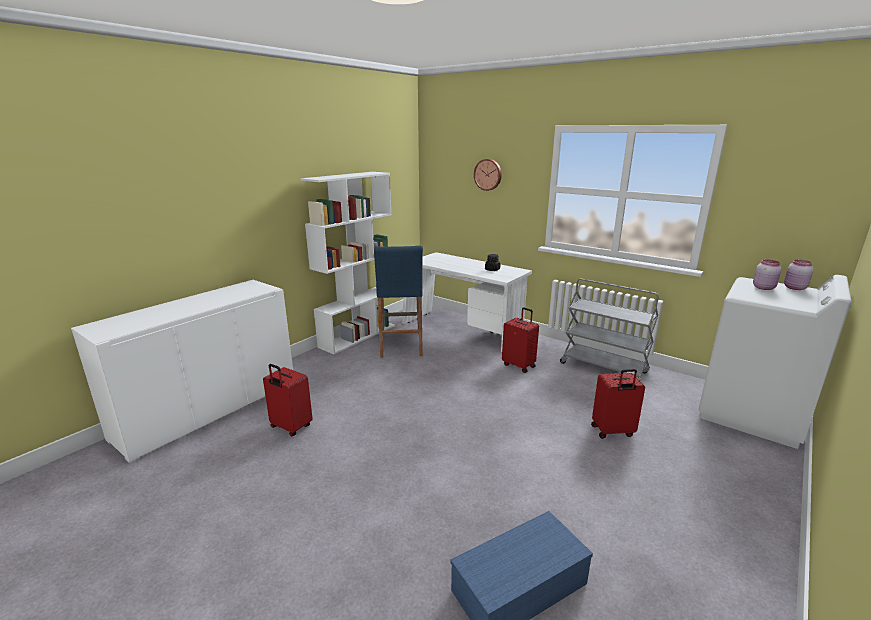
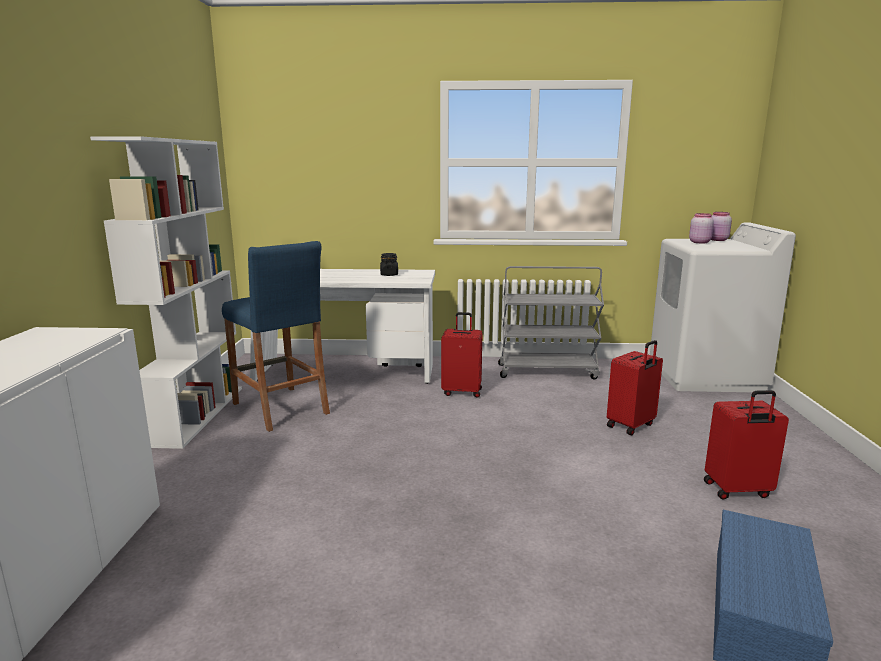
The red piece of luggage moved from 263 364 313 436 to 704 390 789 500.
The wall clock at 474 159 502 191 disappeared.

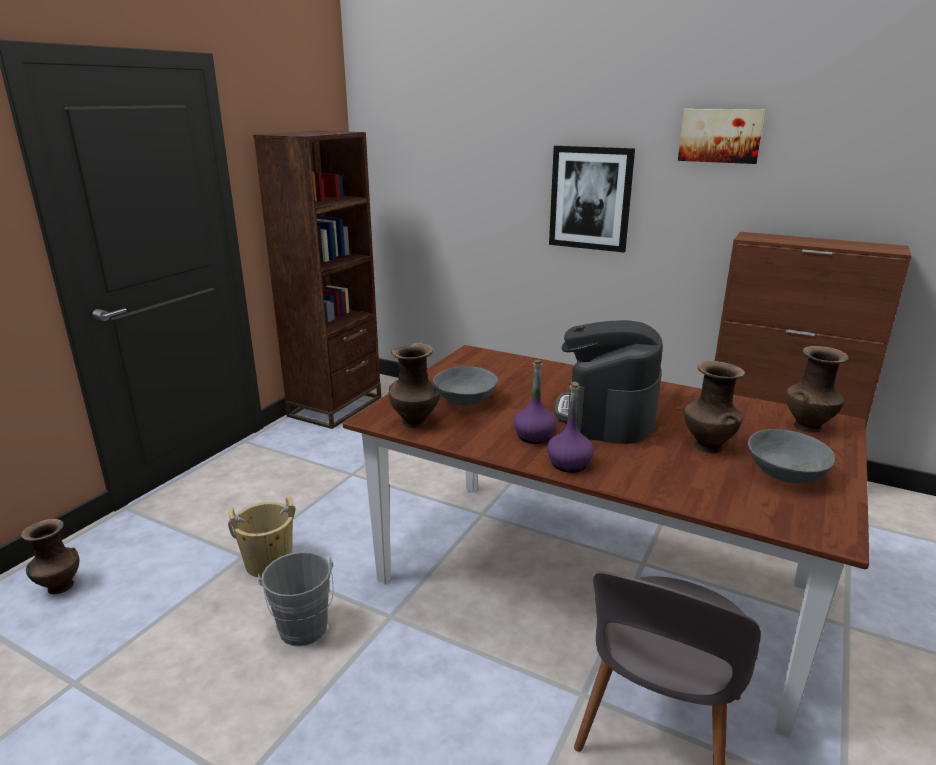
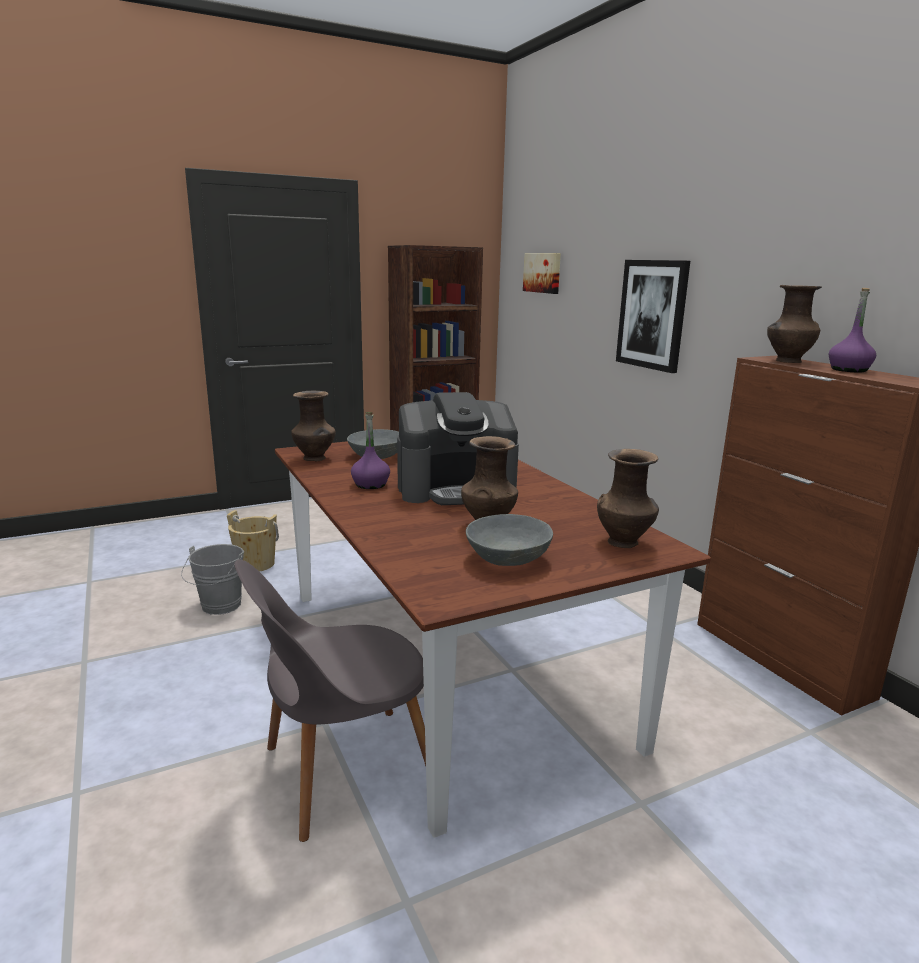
The coffee machine at 555 320 663 444 turned 150 degrees counterclockwise.
The wall art moved from 678 109 765 164 to 523 253 561 294.
The brown-coloured vase moved from 21 519 79 594 to 767 285 822 363.
The purplish bottle moved from 547 382 594 473 to 829 288 876 372.

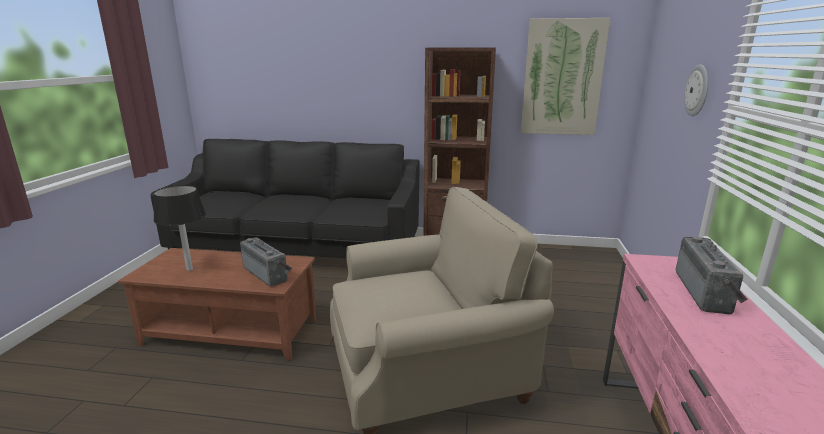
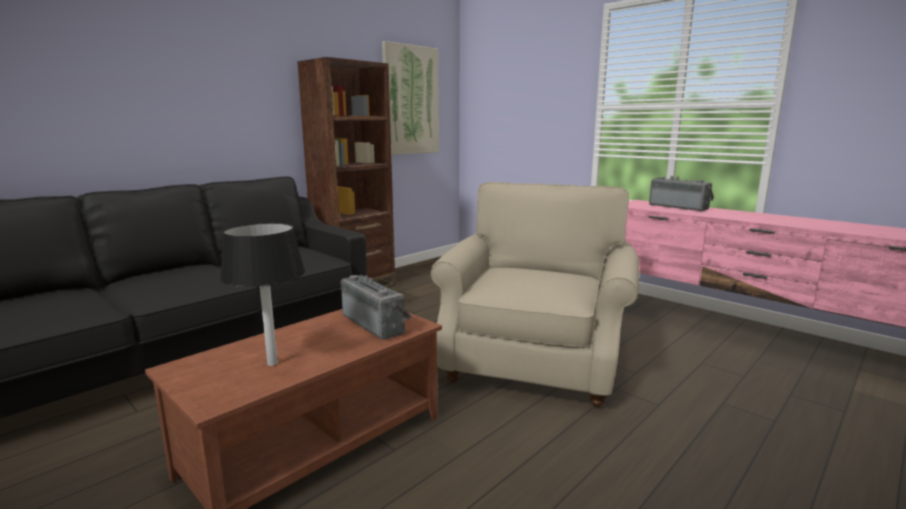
The radio set at 240 237 292 287 turned 60 degrees clockwise.
The wall clock at 684 64 708 116 disappeared.

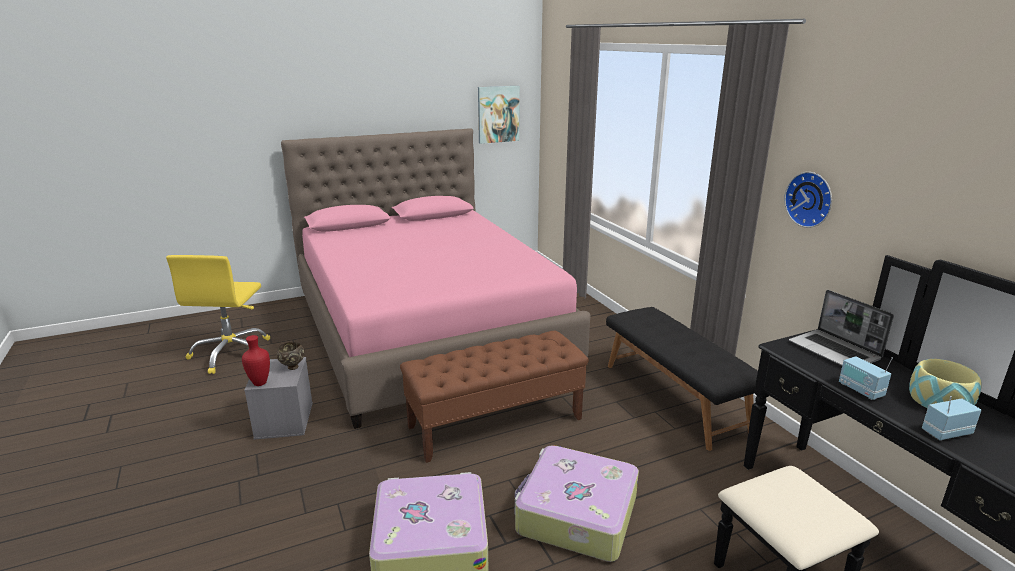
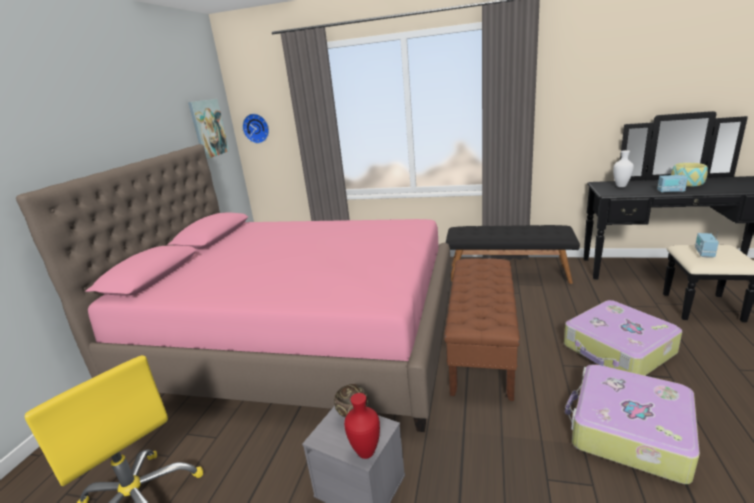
The wall clock moved from 784 172 832 228 to 242 114 269 143.
The laptop at 789 290 894 366 was replaced by the whitish vase at 613 150 634 187.
The radio set moved from 922 396 982 441 to 695 231 719 257.

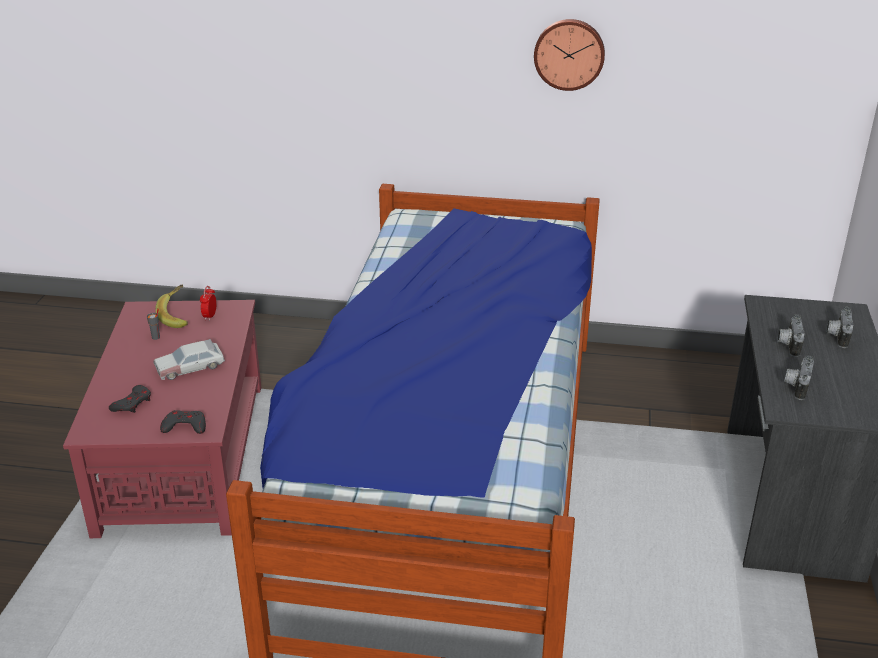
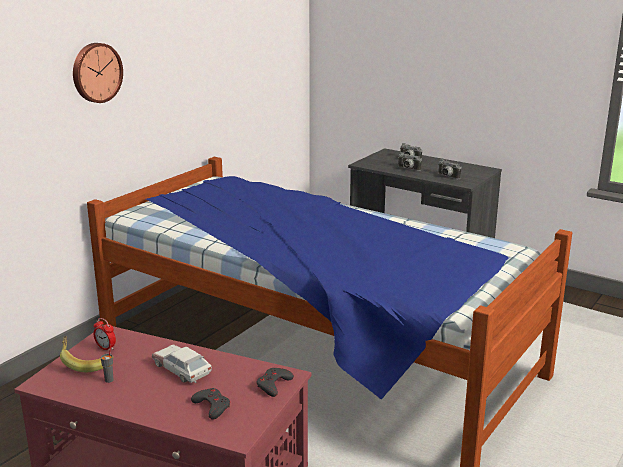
The wall clock moved from 534 19 605 91 to 73 43 123 103.
The toy car at 153 339 225 380 turned 135 degrees clockwise.

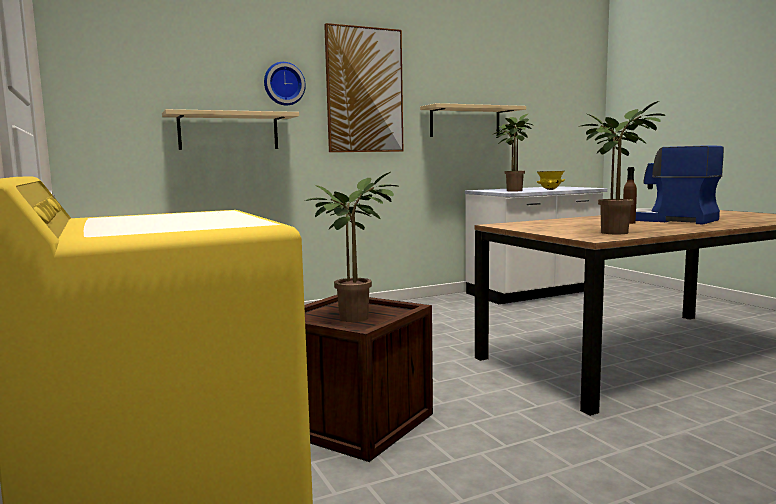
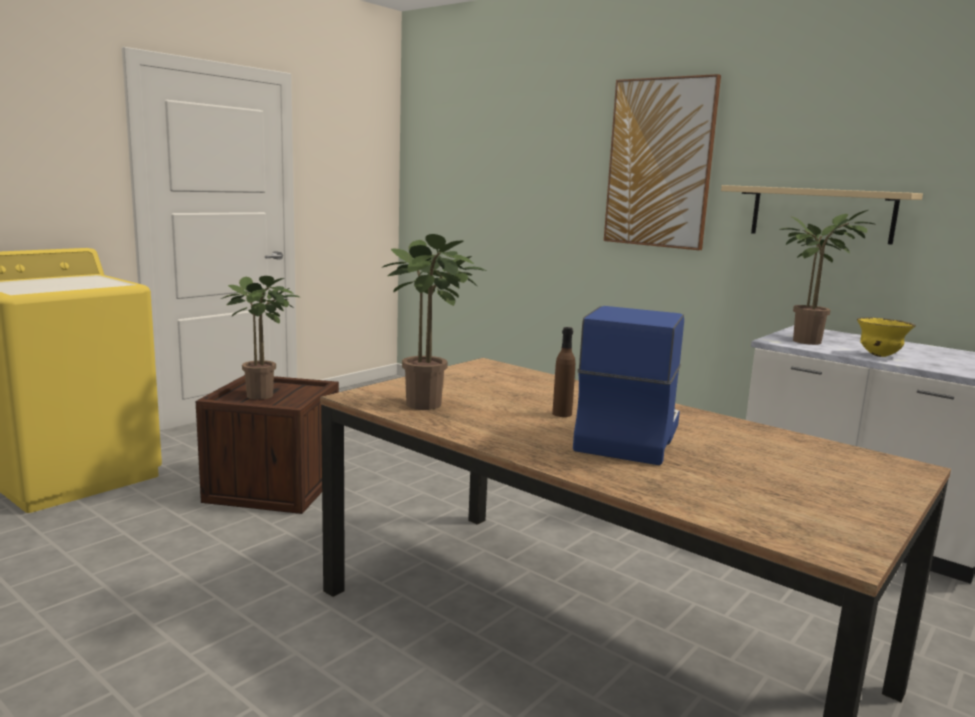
The beige shelf at 162 109 299 150 disappeared.
The wall clock at 264 62 306 105 disappeared.

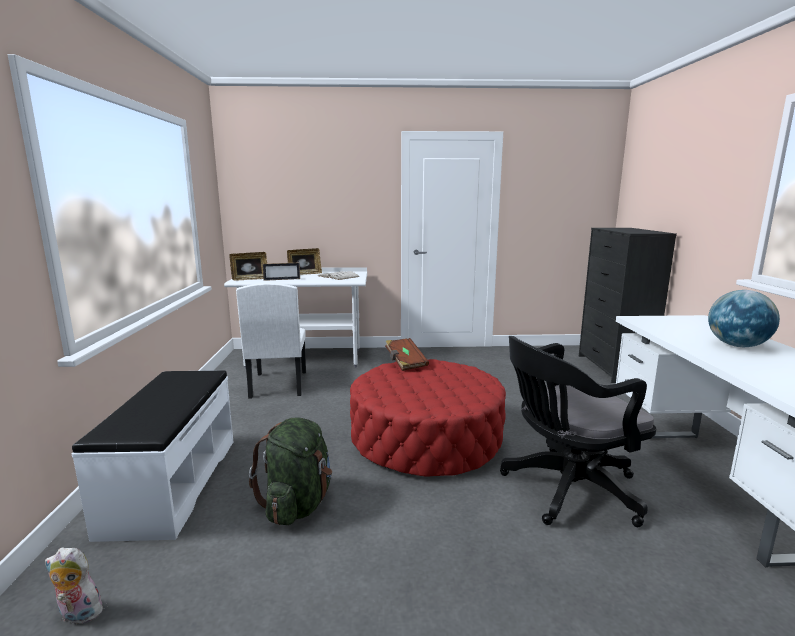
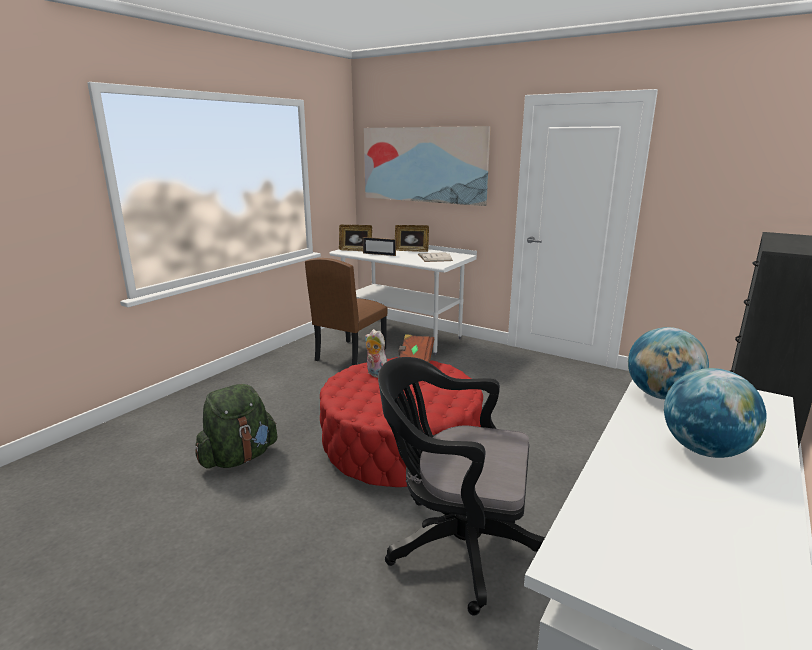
The whitish plain chair at 236 283 306 399 became the brown-coloured plain chair at 305 258 388 365.
The wall art at 364 126 491 206 appeared.
The cuddly toy moved from 45 547 103 624 to 365 329 387 378.
The desk globe at 628 327 709 400 appeared.
The whitish indoor bench at 72 370 233 542 disappeared.

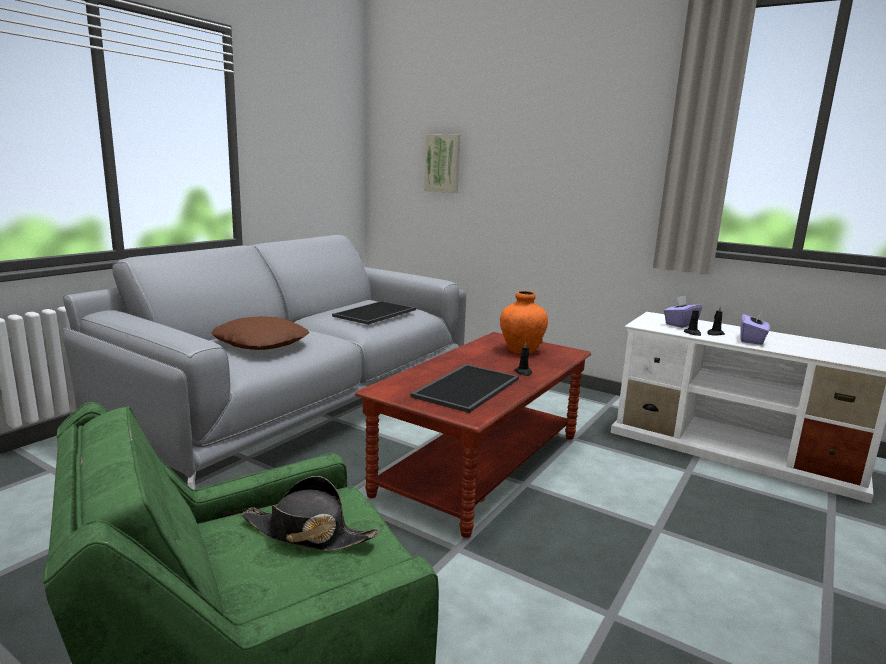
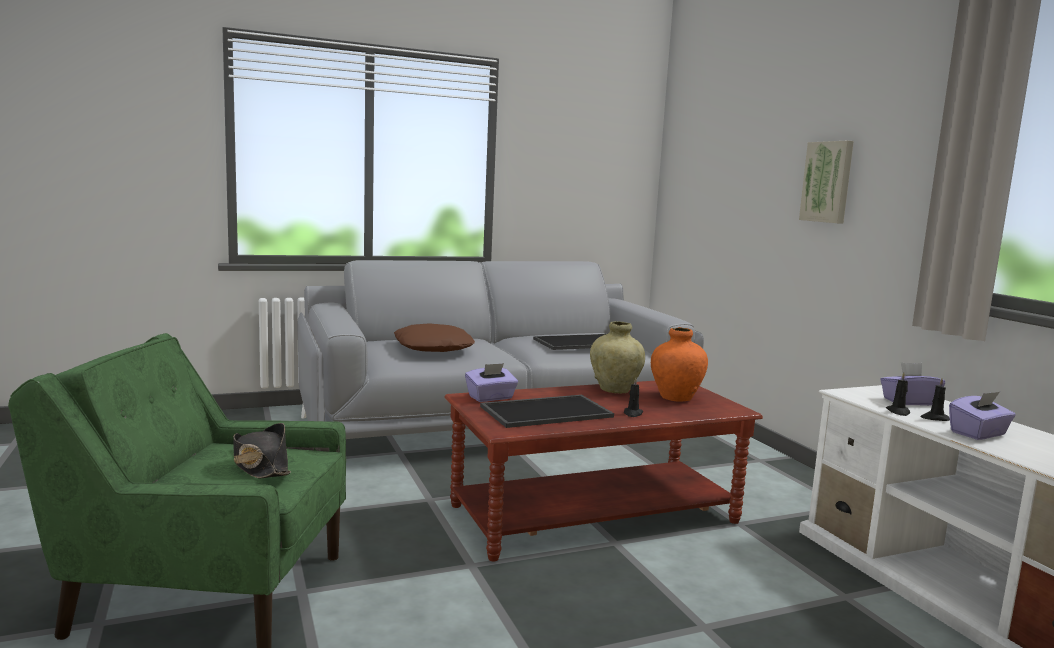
The purplish tissue box at 465 363 518 402 appeared.
The beige vase at 590 321 645 394 appeared.
The wall art moved from 424 134 460 193 to 799 141 854 224.

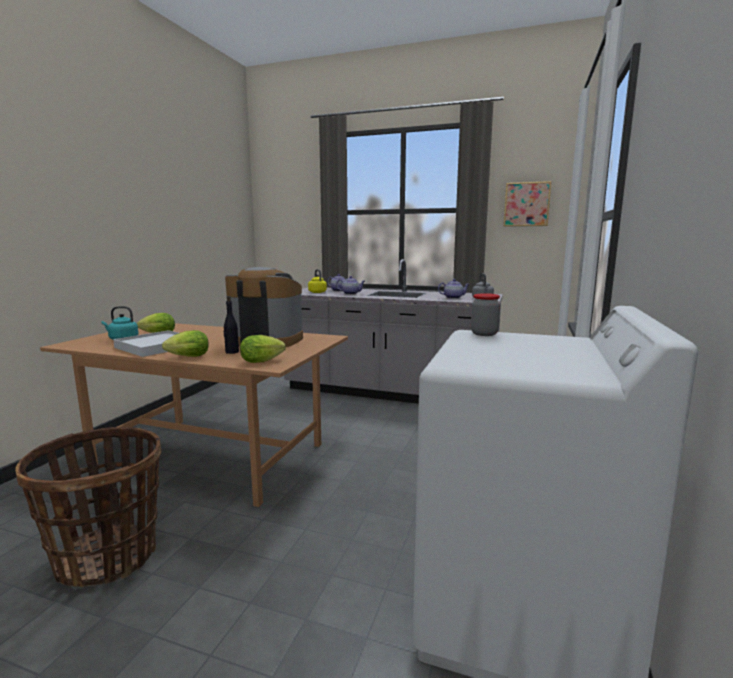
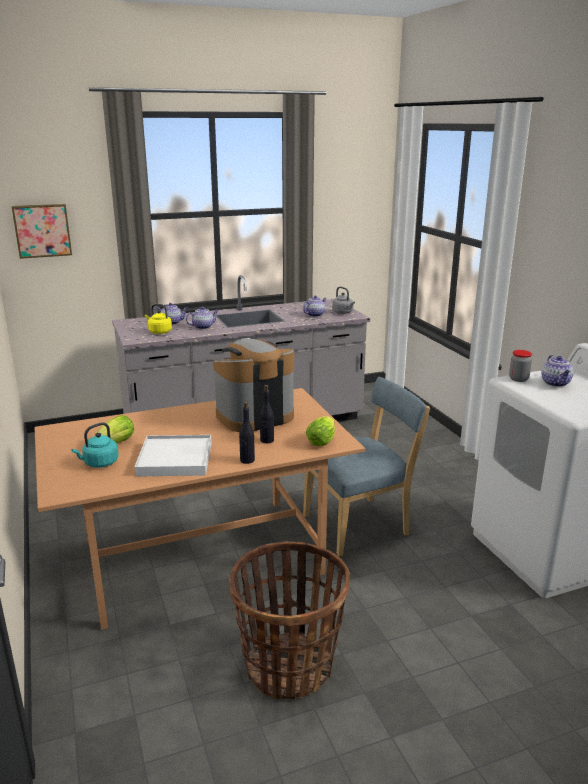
The wall art moved from 504 181 551 226 to 12 204 72 259.
The head of lettuce at 162 330 209 357 was replaced by the blackish bottle at 239 402 255 464.
The bluish plain chair at 303 377 430 556 appeared.
The teapot at 541 355 574 387 appeared.

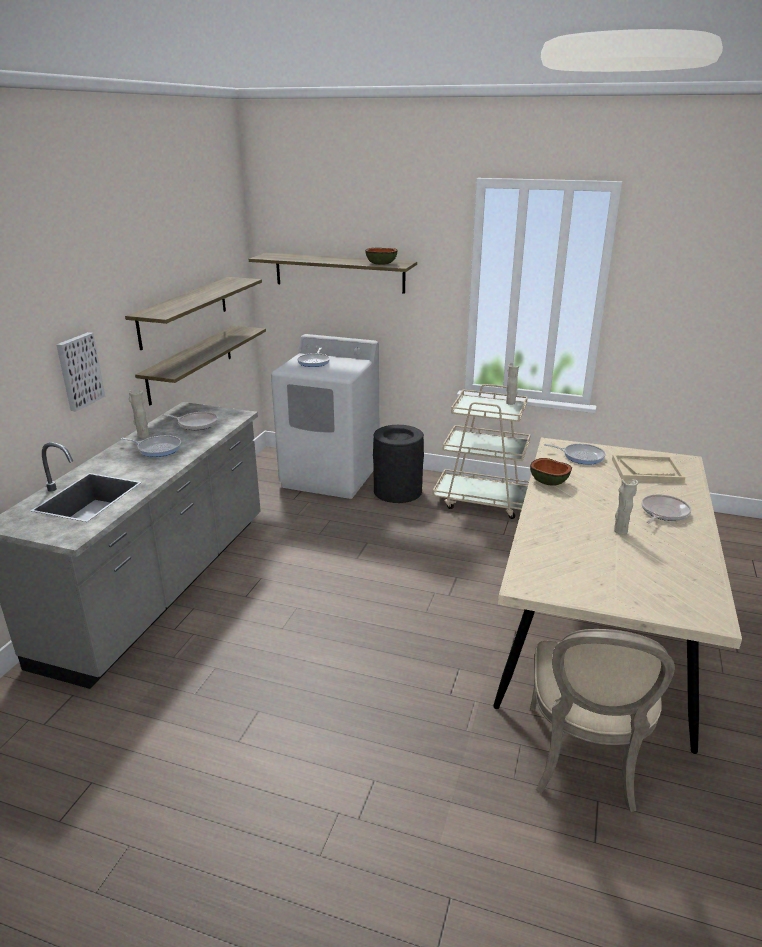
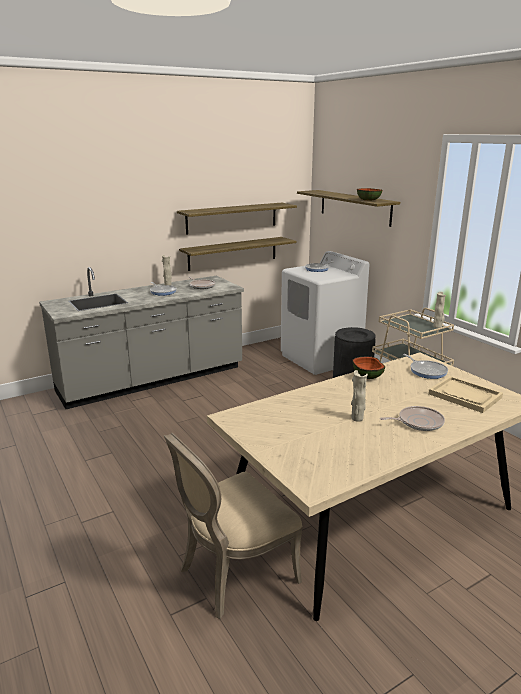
The wall art at 56 332 105 412 disappeared.

